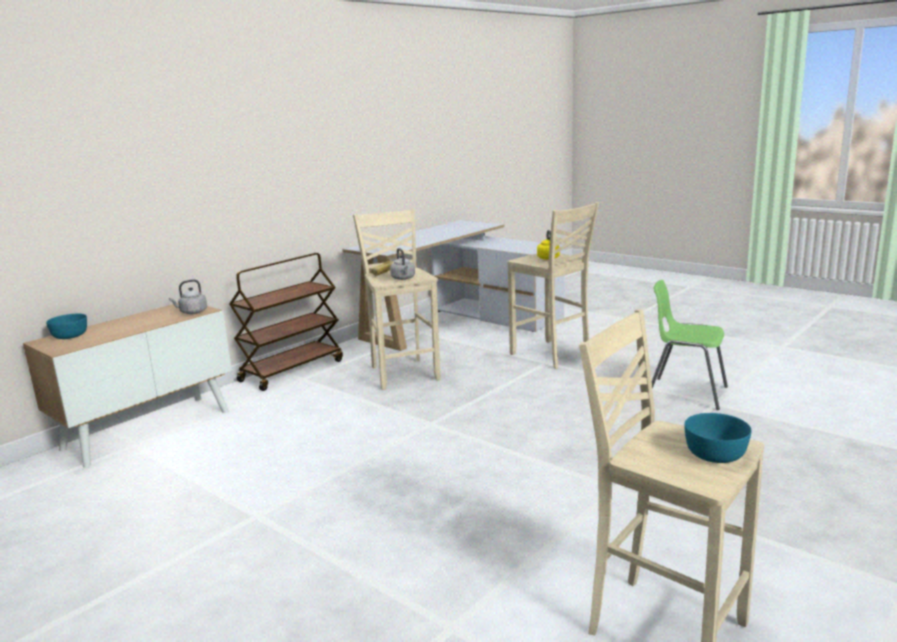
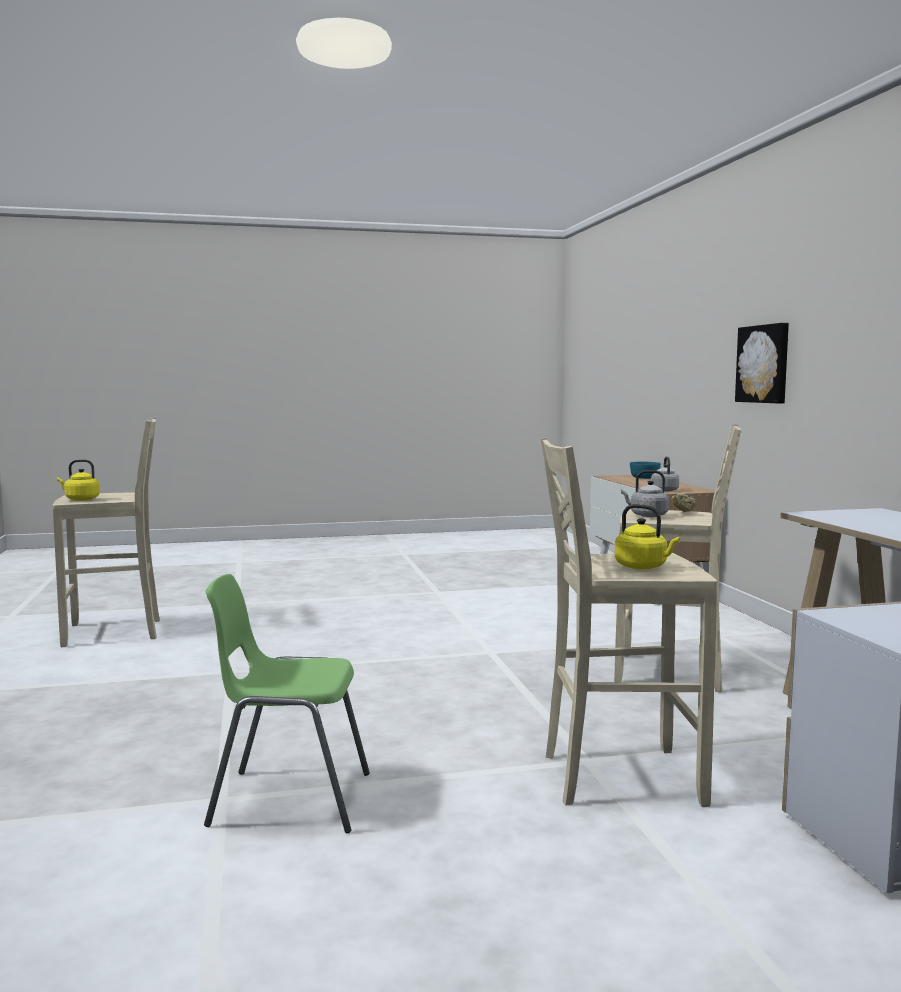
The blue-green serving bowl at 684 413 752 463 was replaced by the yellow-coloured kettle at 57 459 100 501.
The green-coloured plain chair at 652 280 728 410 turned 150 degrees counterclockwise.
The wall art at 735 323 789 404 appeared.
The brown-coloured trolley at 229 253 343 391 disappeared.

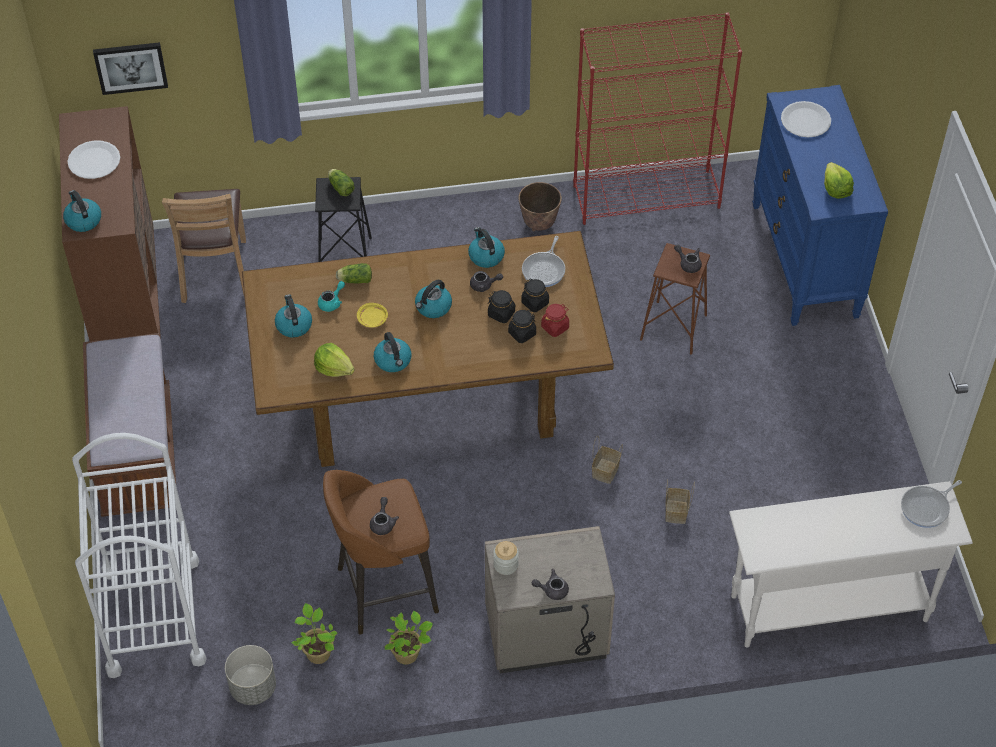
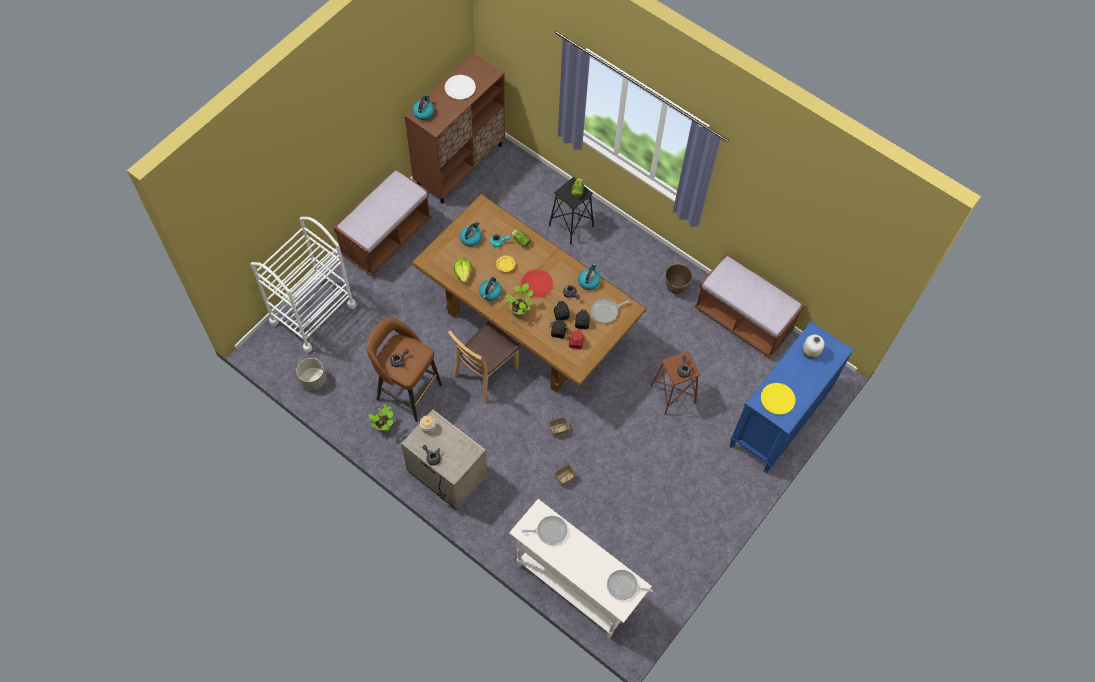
The brown-coloured plain chair moved from 162 189 246 303 to 448 321 520 403.
The houseplant moved from 292 603 338 664 to 505 283 533 318.
The kettle at 415 279 452 318 was replaced by the red dinner plate at 521 269 553 298.
The pan at 522 516 568 545 appeared.
The red shelving unit at 573 13 742 225 was replaced by the brown-coloured indoor bench at 694 253 805 358.
The head of lettuce at 824 162 854 199 was replaced by the yellow-coloured dinner plate at 761 383 796 415.
The whitish dinner plate at 781 101 831 137 was replaced by the whitish vase at 802 335 825 359.
The wall art at 93 42 168 95 disappeared.

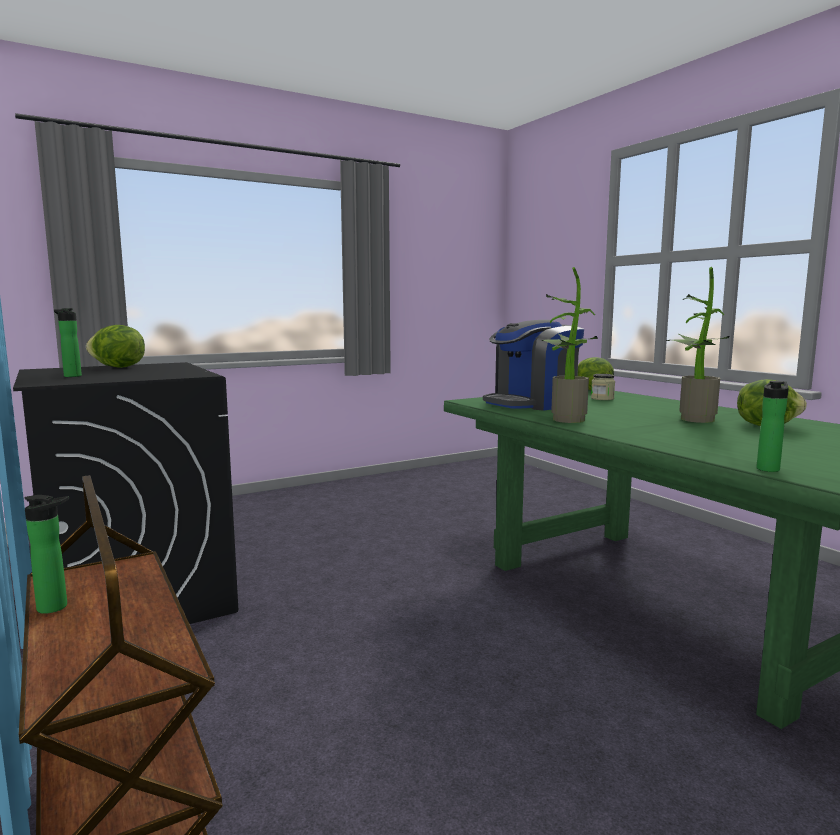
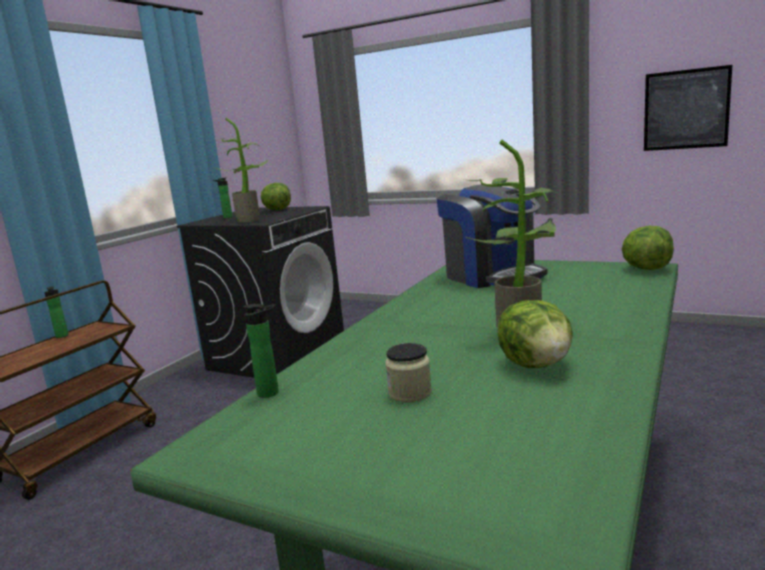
The houseplant moved from 541 267 598 423 to 215 118 268 223.
The preserve jar moved from 591 374 615 400 to 385 343 432 403.
The coffee machine at 483 320 584 411 turned 150 degrees counterclockwise.
The wall art at 644 65 732 151 appeared.

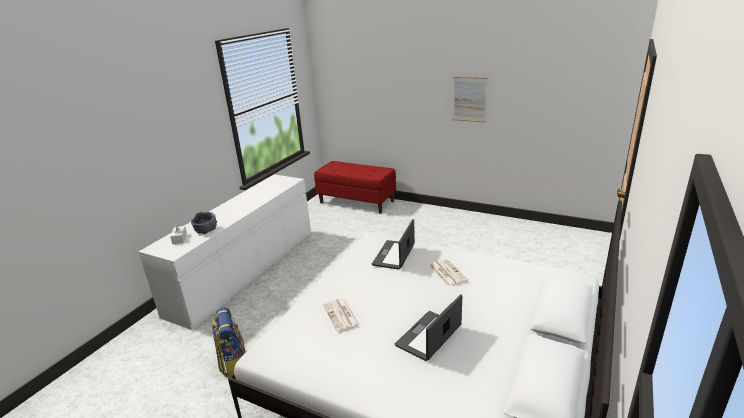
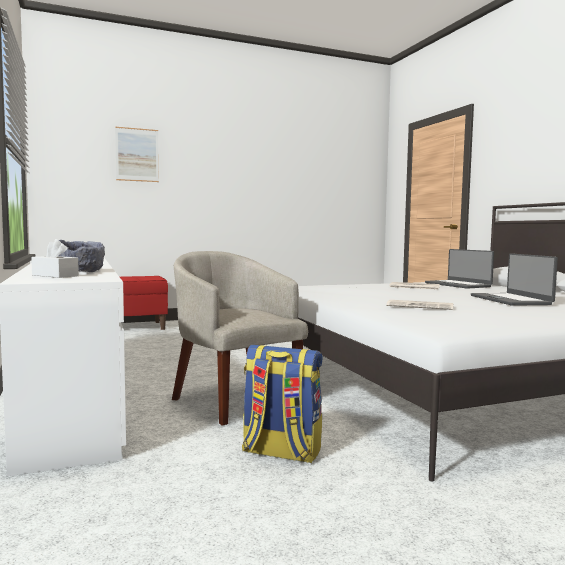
The wall art moved from 452 77 488 123 to 115 127 159 182.
The beige easy chair at 172 251 308 426 appeared.
The laptop moved from 372 219 415 270 to 425 249 494 289.

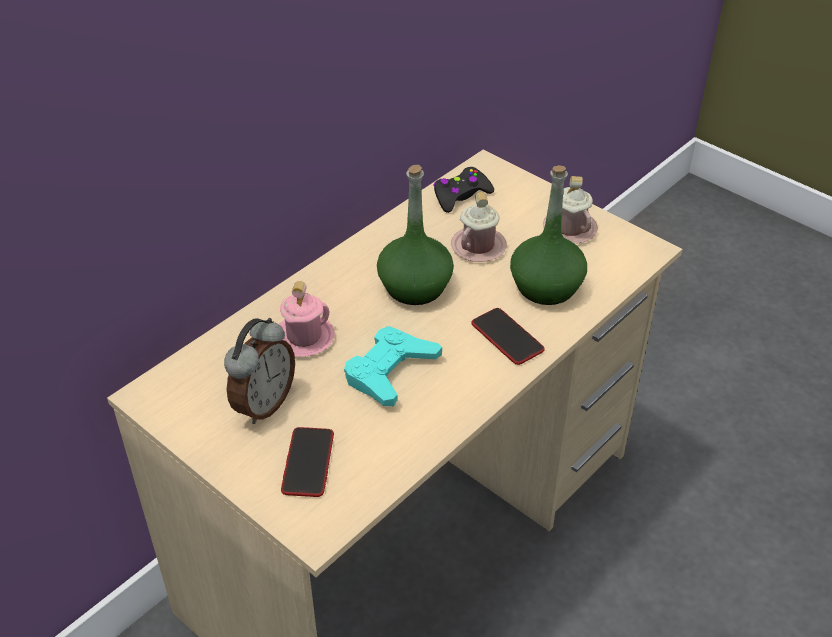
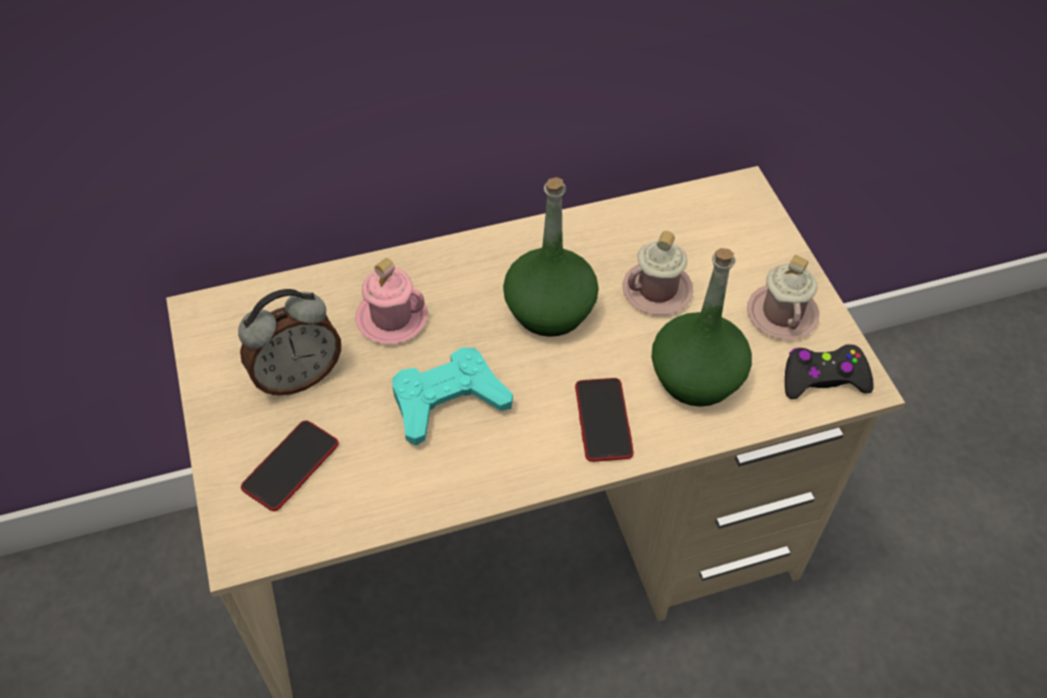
The blackish game controller moved from 433 167 494 213 to 785 344 874 399.

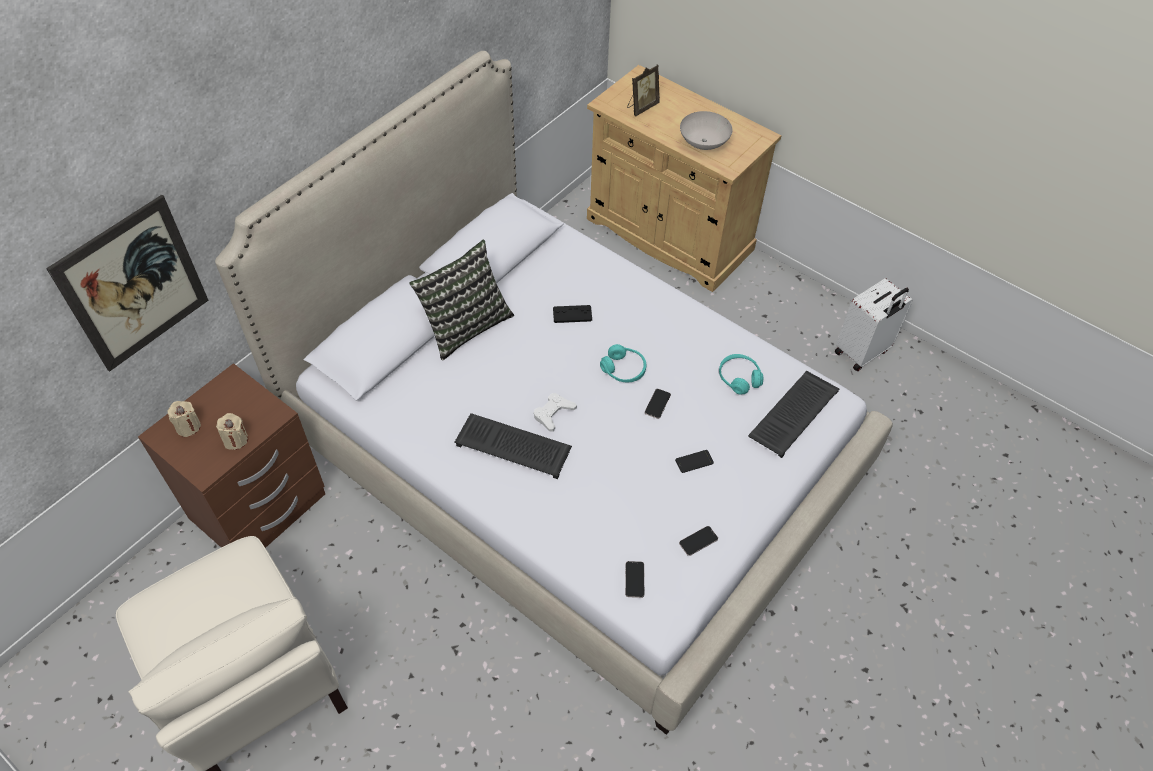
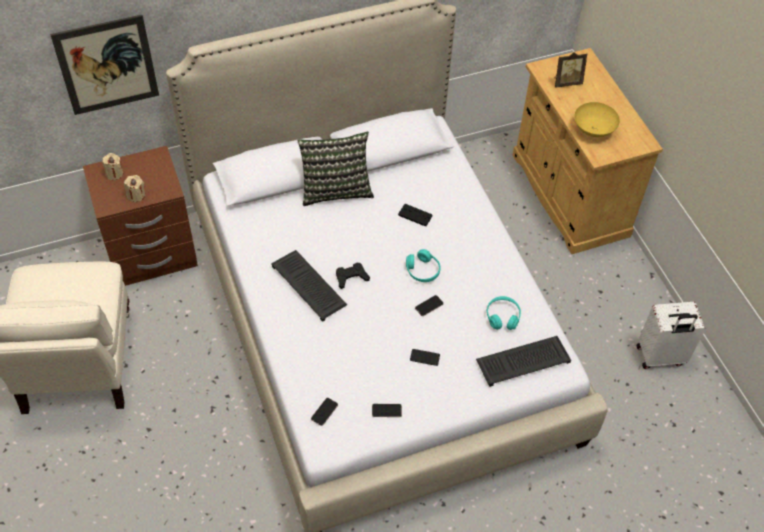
The whitish game controller at 533 393 577 432 became the blackish game controller at 336 263 370 289.
The whitish serving bowl at 680 111 732 150 became the yellow-coloured serving bowl at 574 102 620 137.

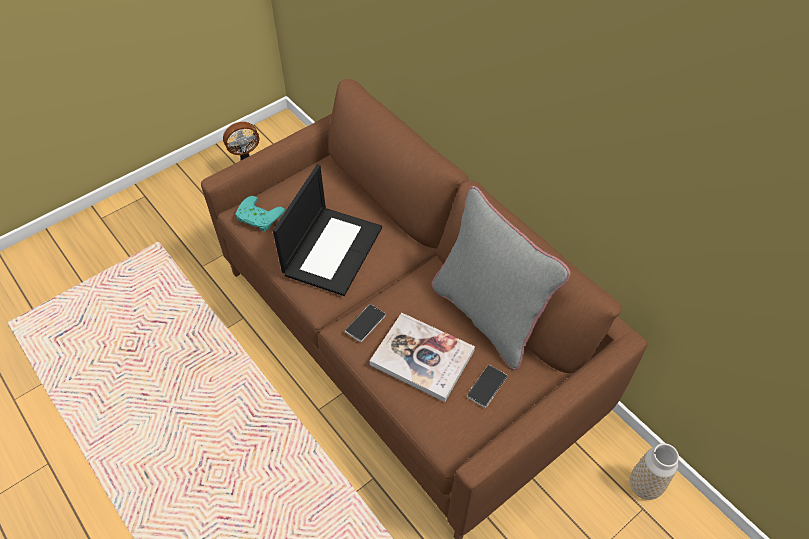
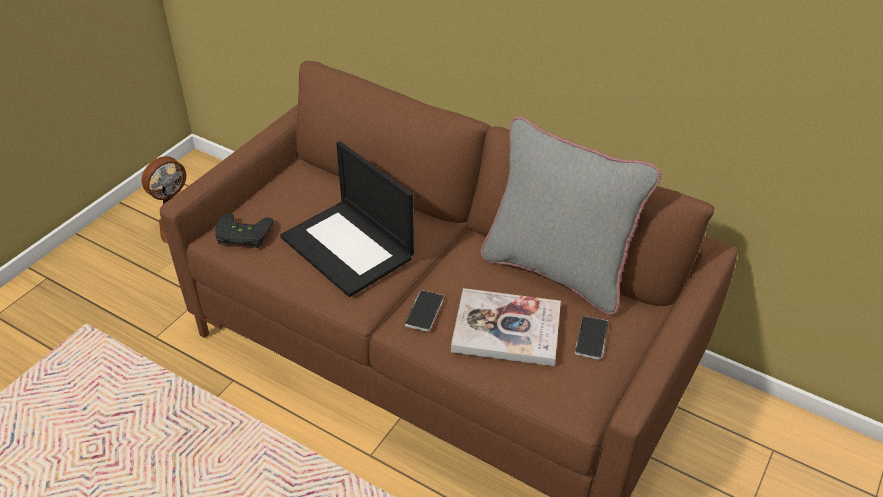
The blue-green game controller at 235 196 285 232 became the blackish game controller at 215 214 274 248.
The laptop at 273 164 382 296 turned 135 degrees clockwise.
The vase at 630 443 679 500 disappeared.

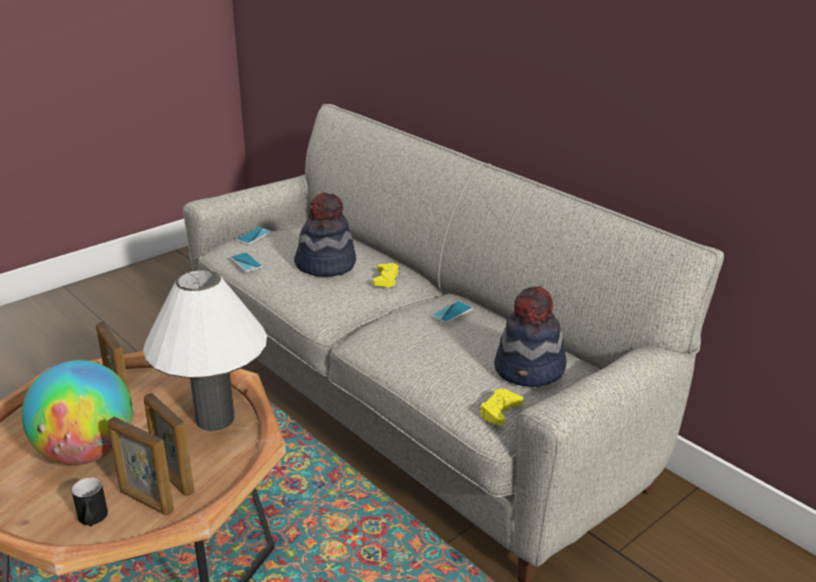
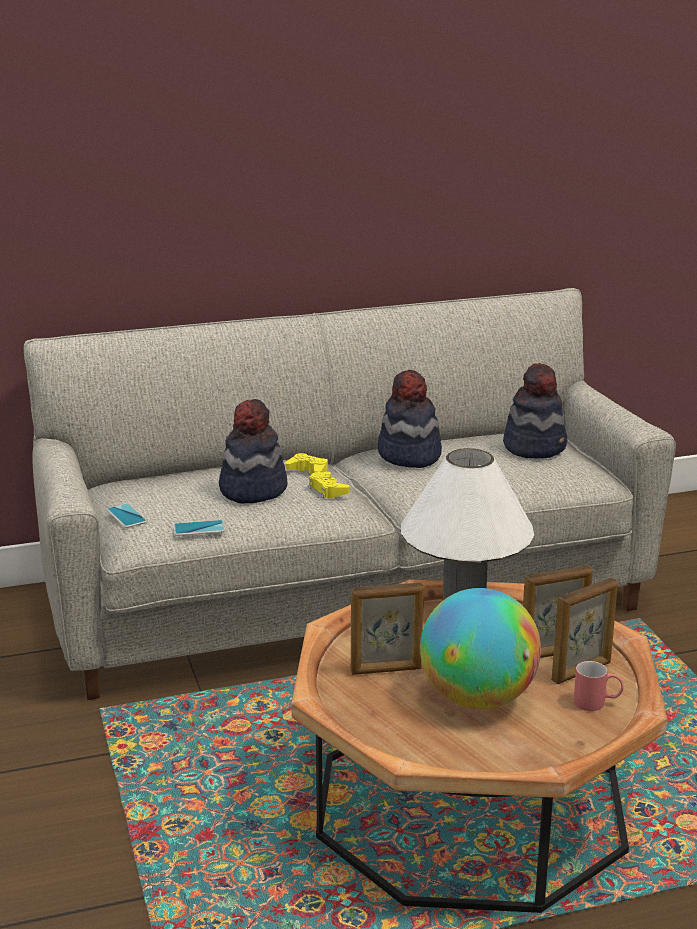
The yellow-coloured game controller moved from 479 389 523 426 to 309 472 350 499.
The phone at 431 301 473 323 was replaced by the clothing hat at 378 370 442 468.
The blackish tea mug at 72 478 108 526 became the red tea mug at 573 661 623 711.

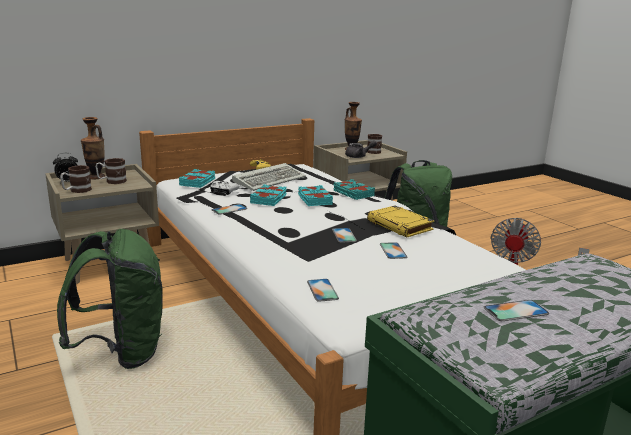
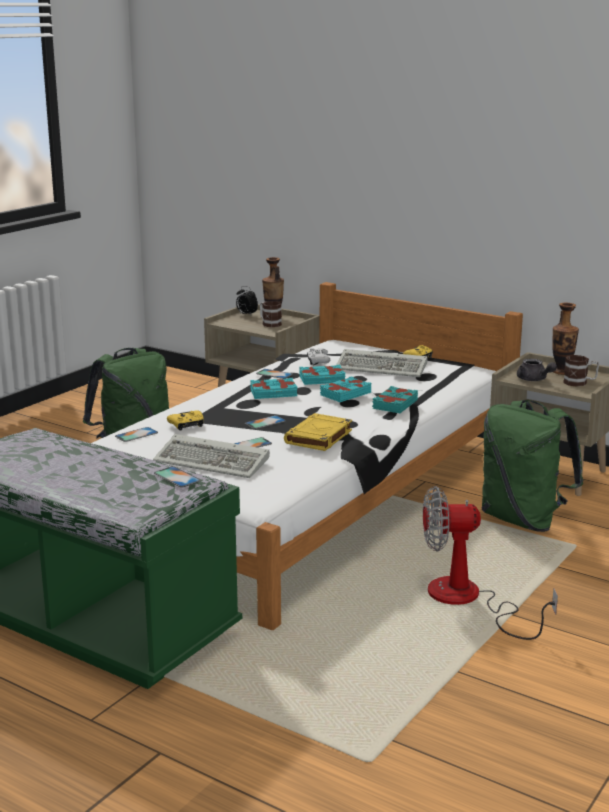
The computer keyboard at 153 434 270 478 appeared.
The phone moved from 484 300 549 321 to 154 466 201 487.
The yellow-coloured game controller at 167 411 204 431 appeared.
The blue-green book moved from 179 169 215 188 to 250 378 298 399.
The tea mug at 60 165 92 193 disappeared.

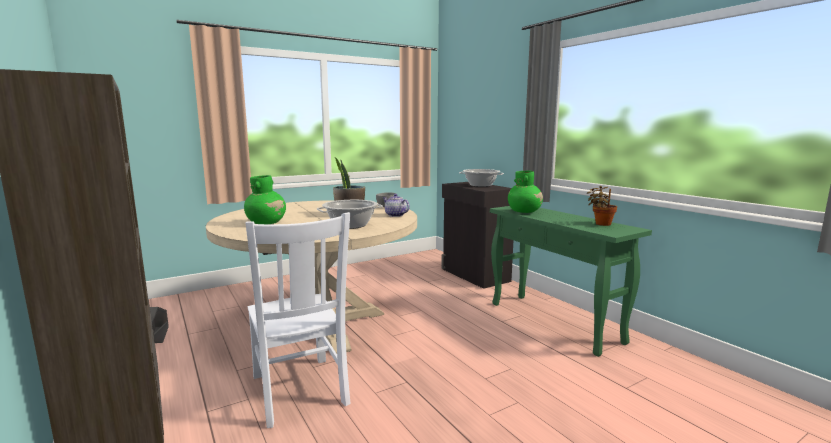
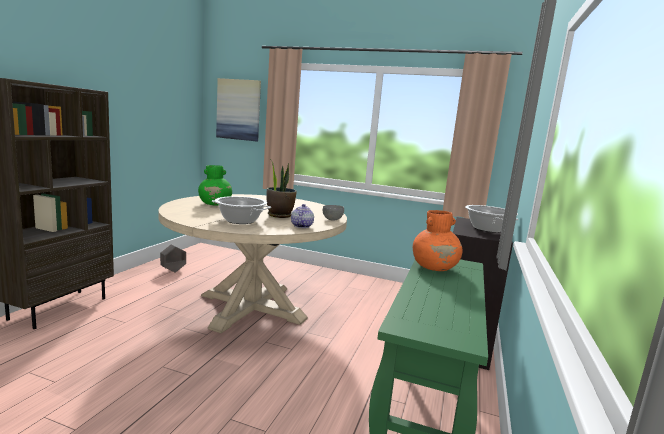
The wall art at 216 78 261 141 appeared.
The green-coloured vase at 508 171 543 213 became the orangey vase at 413 210 463 271.
The whitish plain chair at 245 212 351 428 disappeared.
The houseplant at 587 186 617 226 disappeared.

